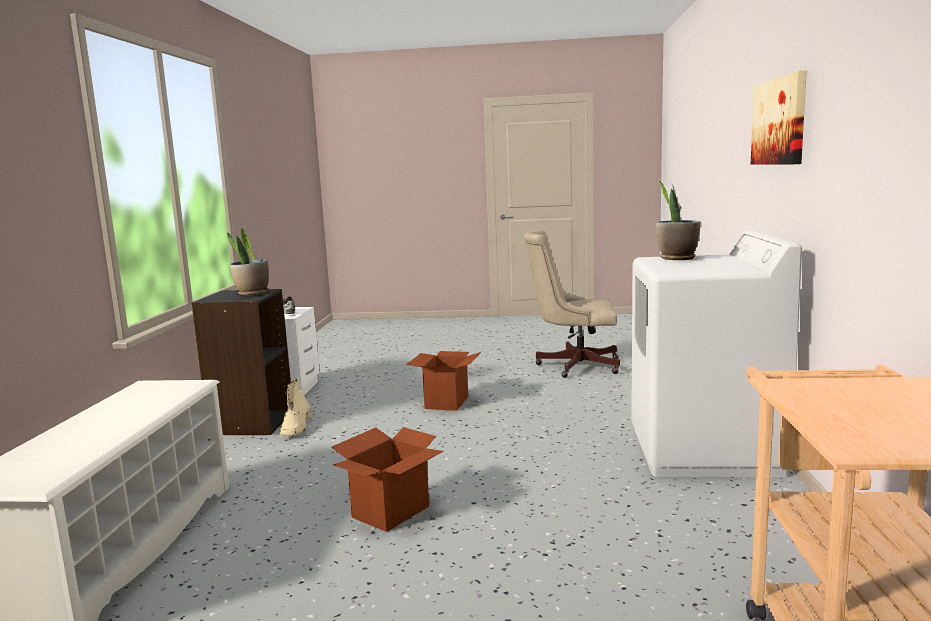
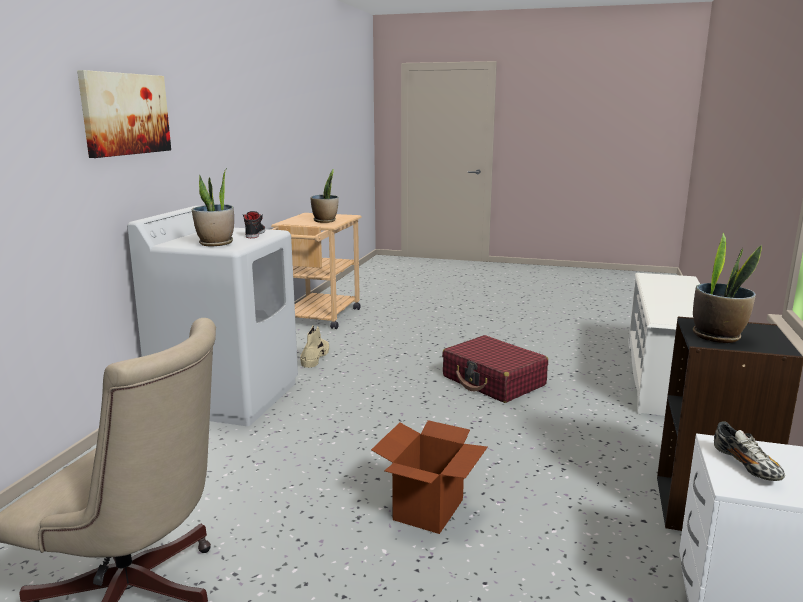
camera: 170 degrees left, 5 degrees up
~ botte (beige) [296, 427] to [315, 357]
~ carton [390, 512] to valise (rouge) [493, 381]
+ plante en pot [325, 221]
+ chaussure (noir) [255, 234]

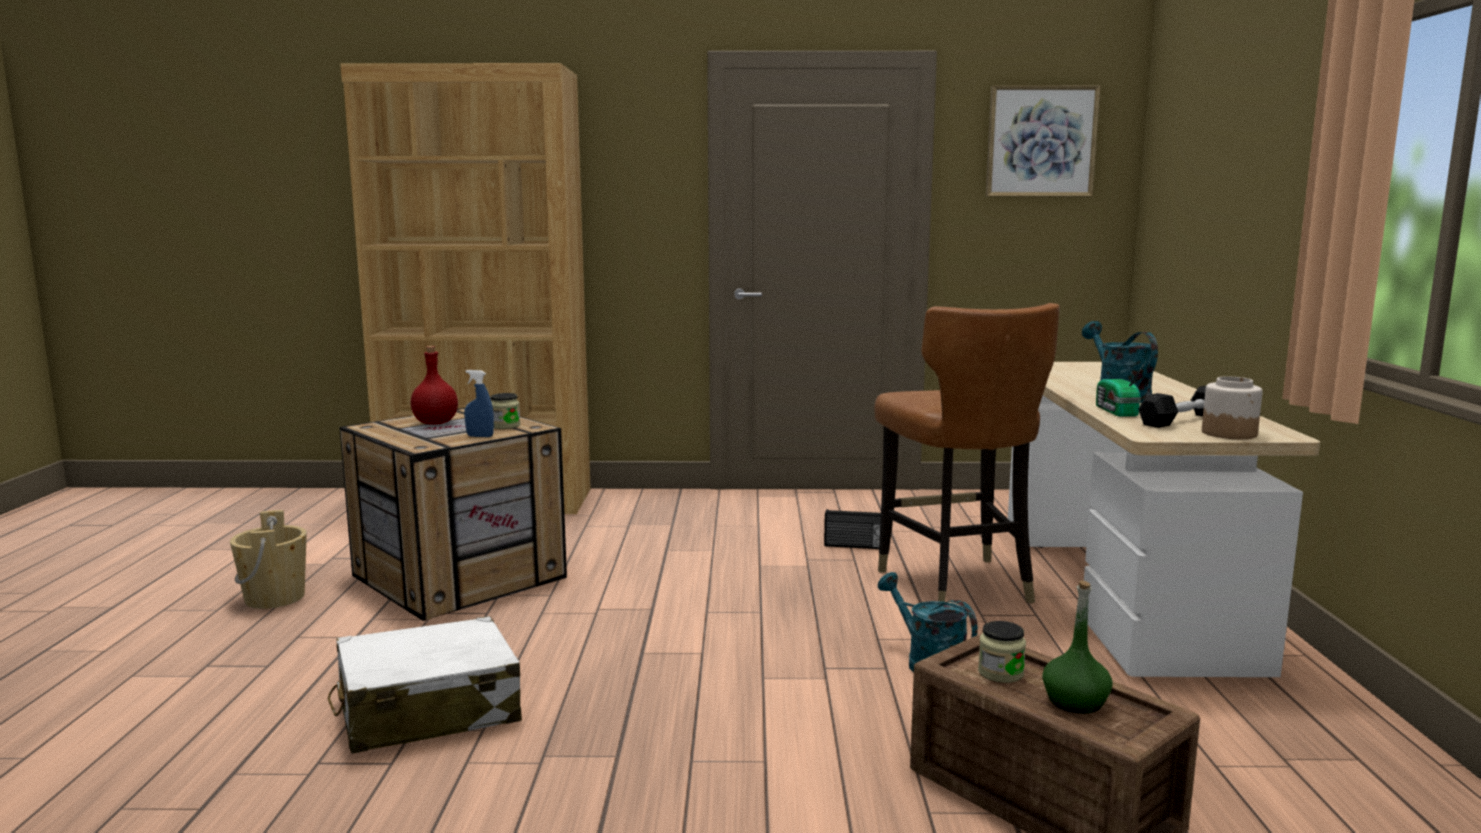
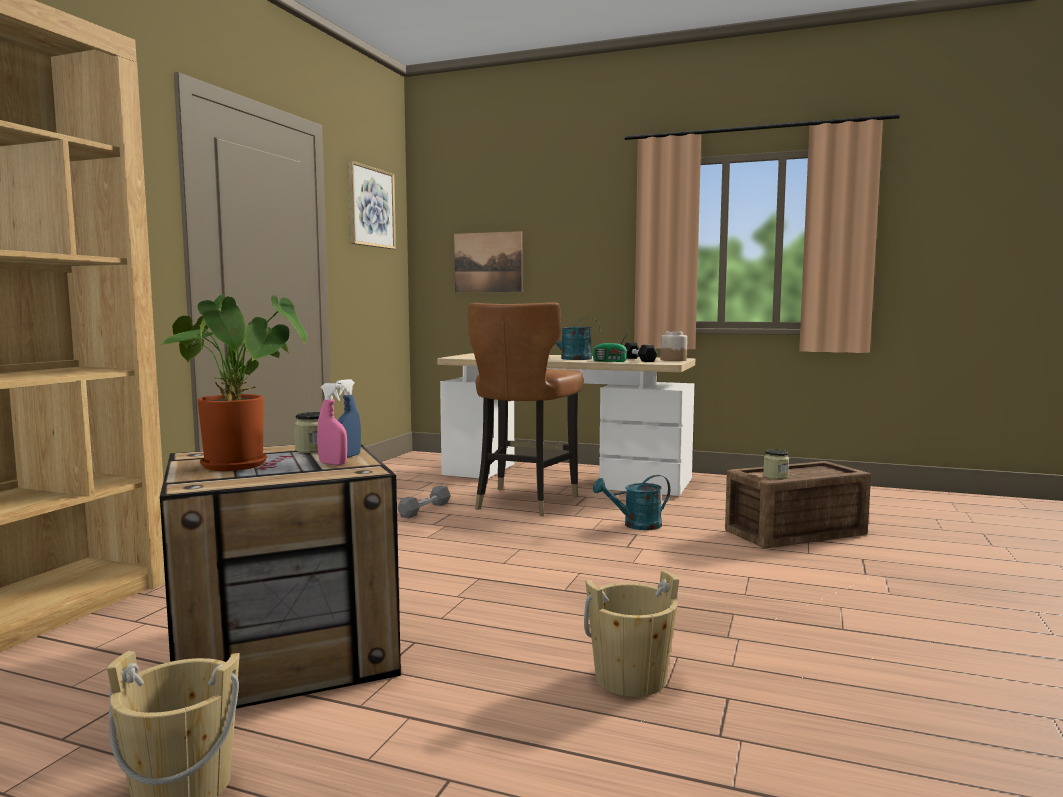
camera: 70 degrees left, 5 degrees down
~ chaise (marron) [956, 584] = [524, 501] 105 degrees clockwise
~ bouteille (rouge) [435, 423] to plante en pot [241, 466]
~ radio [855, 546] to haltère (gris) [425, 510]
- bouteille (vert) [1075, 702]
~ valise (blanc) [427, 711] to seau (beige) [630, 679]
+ tableau [488, 262]
+ vaporisateur (rose) [332, 464]

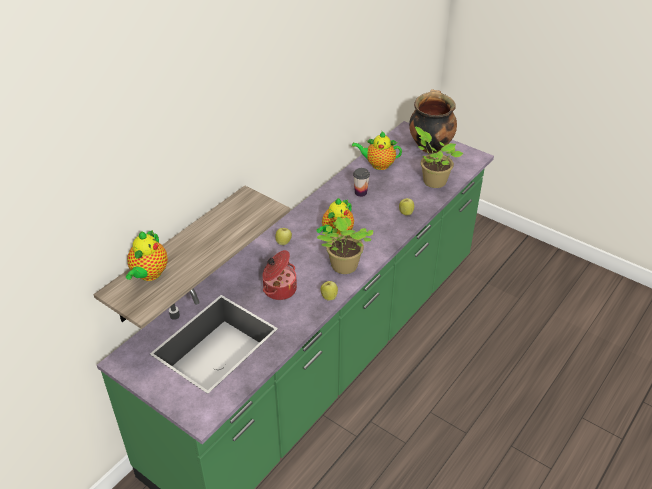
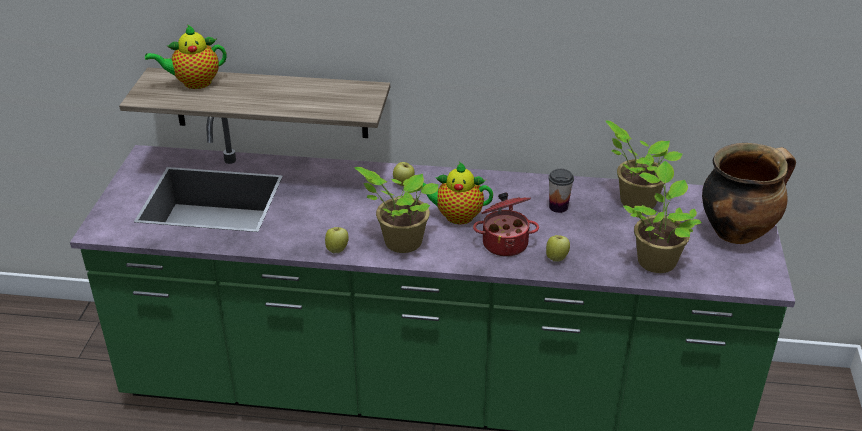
camera: 60 degrees right, 5 degrees down
~ théière [378, 165] to plante en pot [634, 201]
~ marmite [279, 289] to [505, 243]

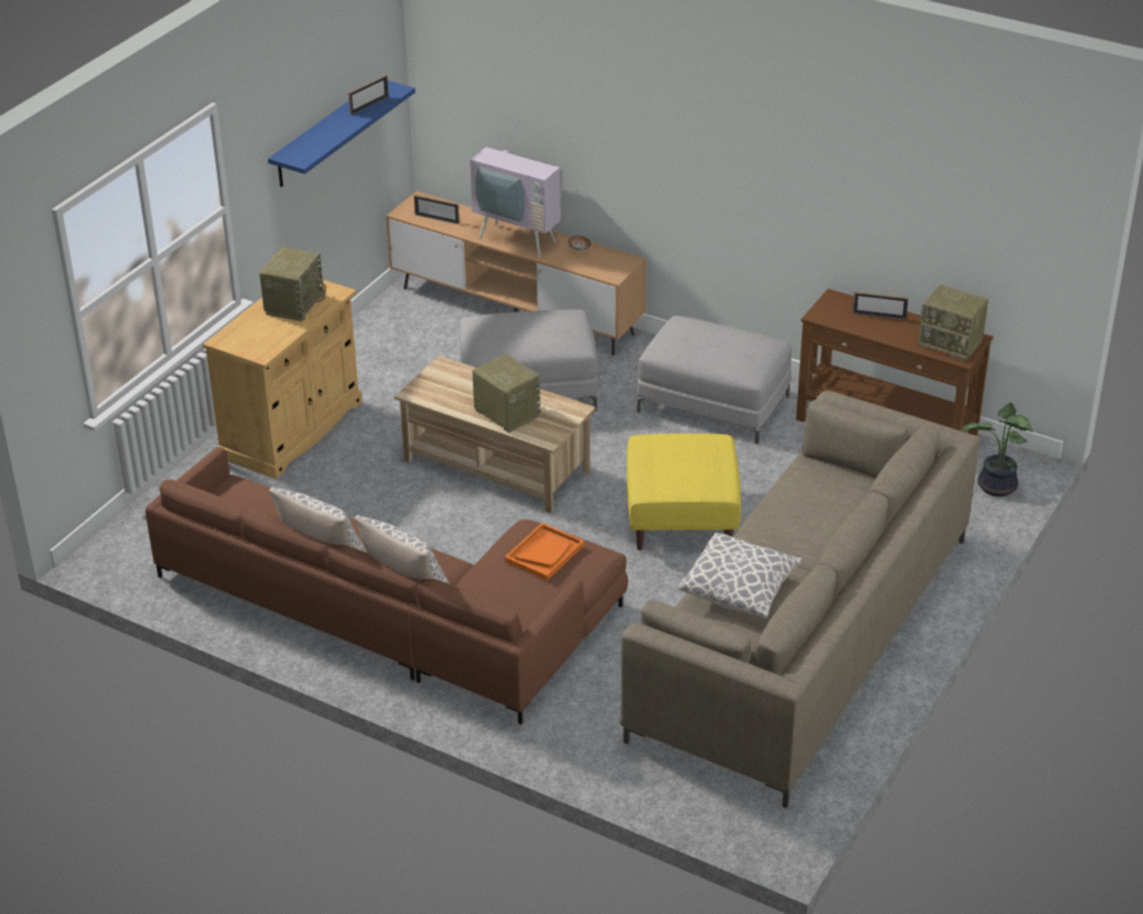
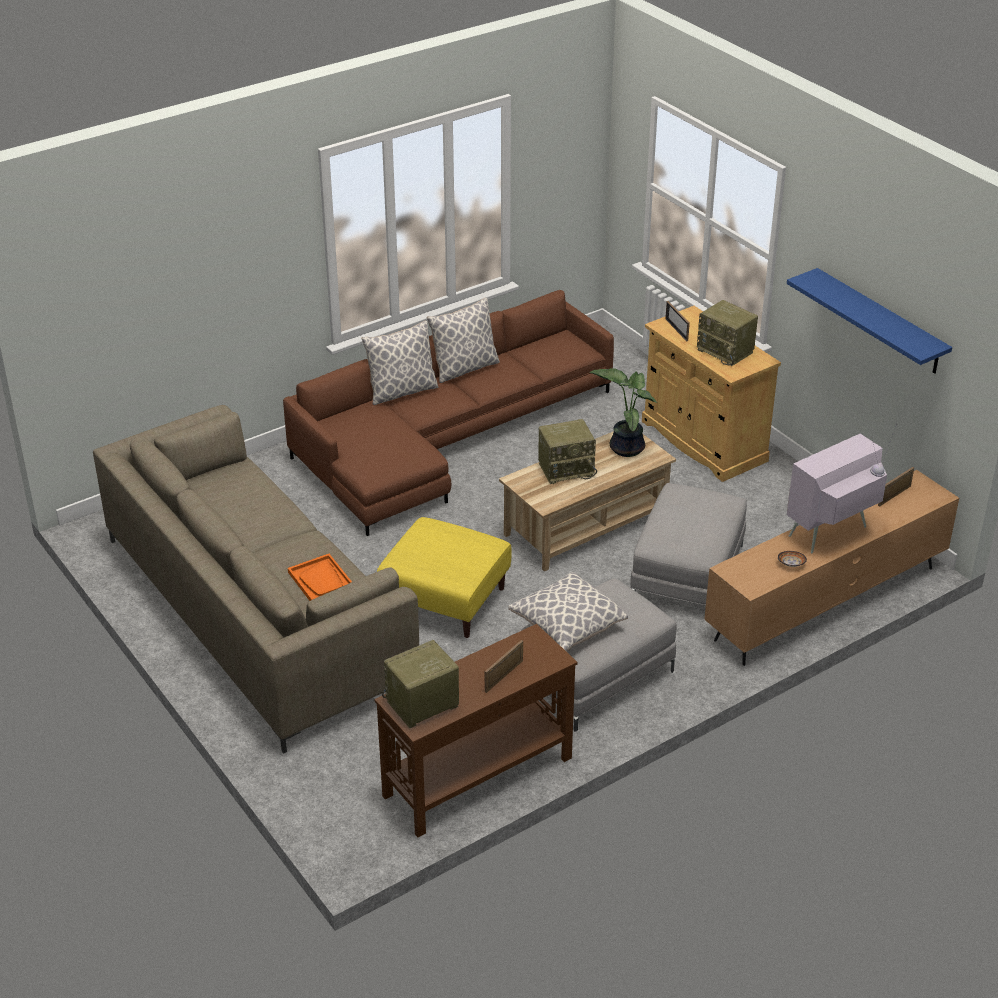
camera: 115 degrees right, 0 degrees up
~ cadre photo [369, 105] to [676, 330]
~ plante en pot [996, 488] to [625, 447]
~ plateau (orange) [544, 553] to [321, 581]
~ coussin [739, 589] to [567, 626]

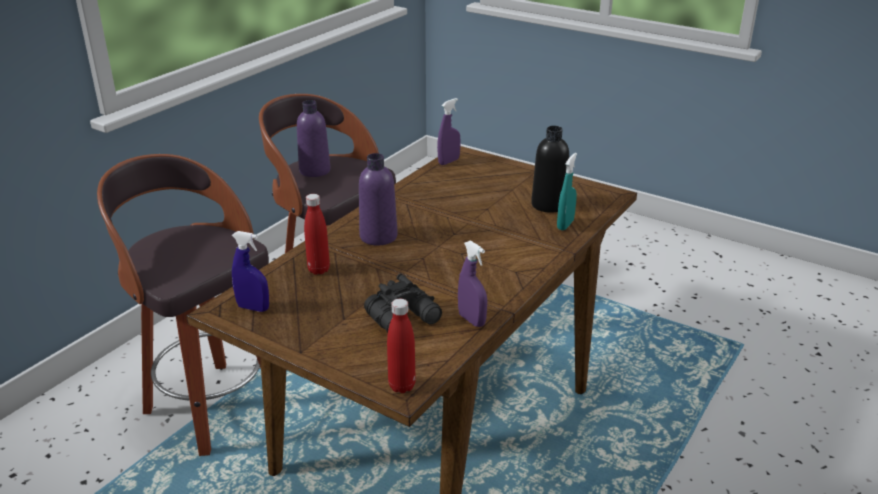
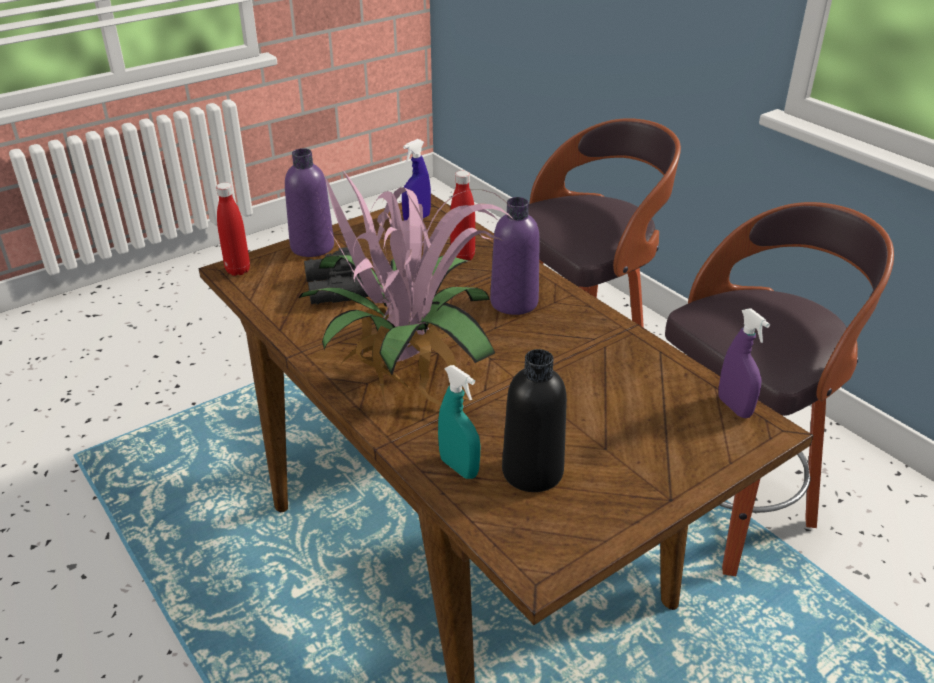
camera: 110 degrees right, 5 degrees up
~ bouteille (violet) [314, 171] to [312, 247]
- vaporisateur (violet) [471, 320]
+ plante en pot [407, 377]

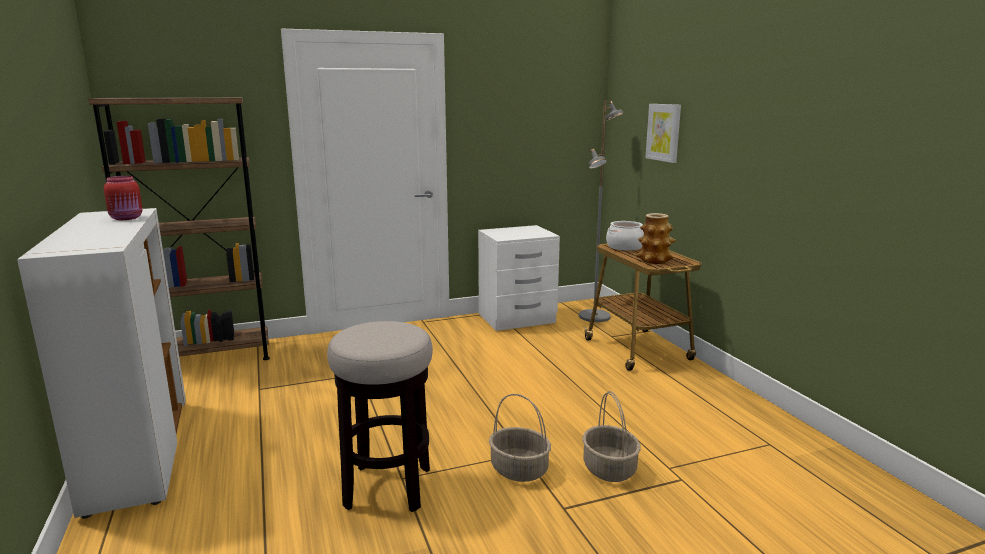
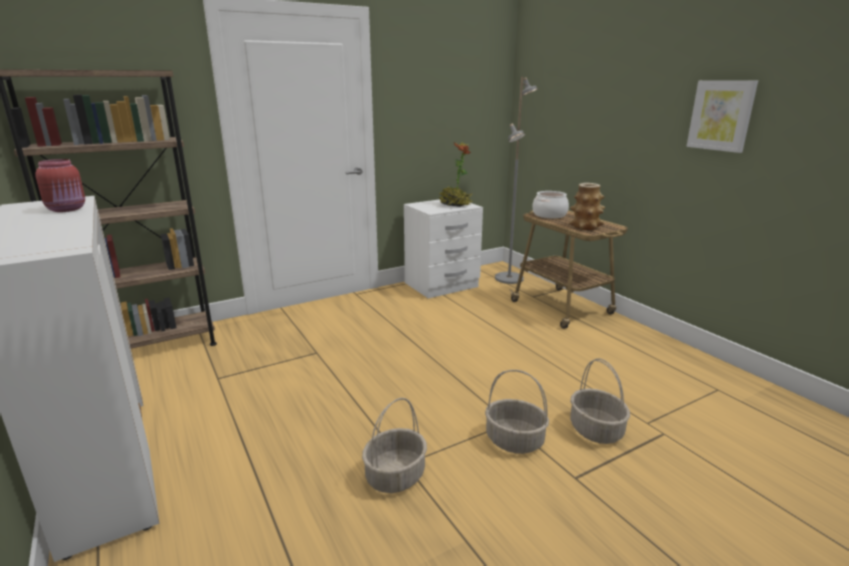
camera: 10 degrees left, 5 degrees up
~ tableau [664, 132] to [721, 115]
~ tabouret [388, 488] to panier [395, 476]
+ plante en pot [455, 205]

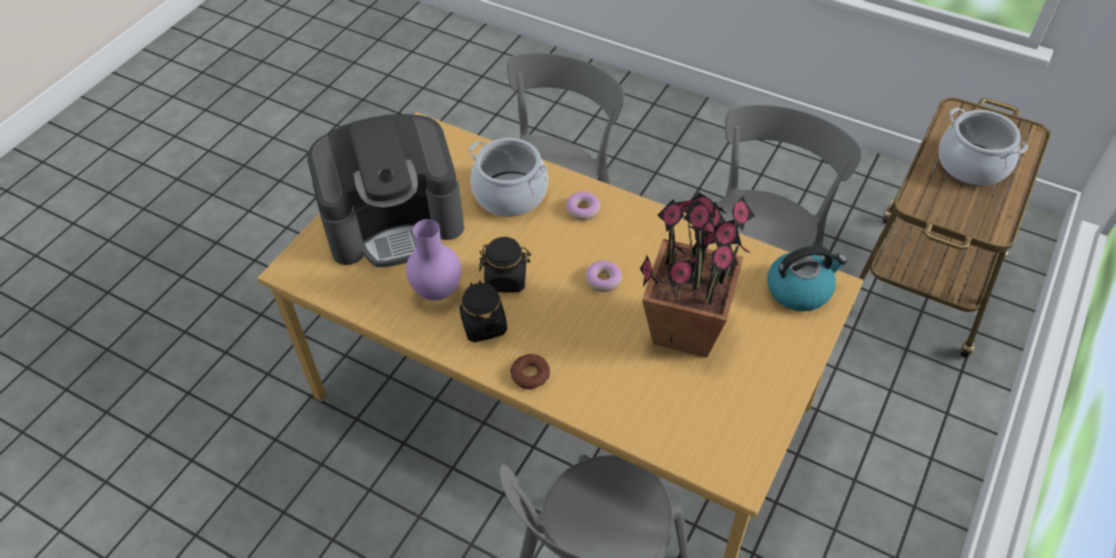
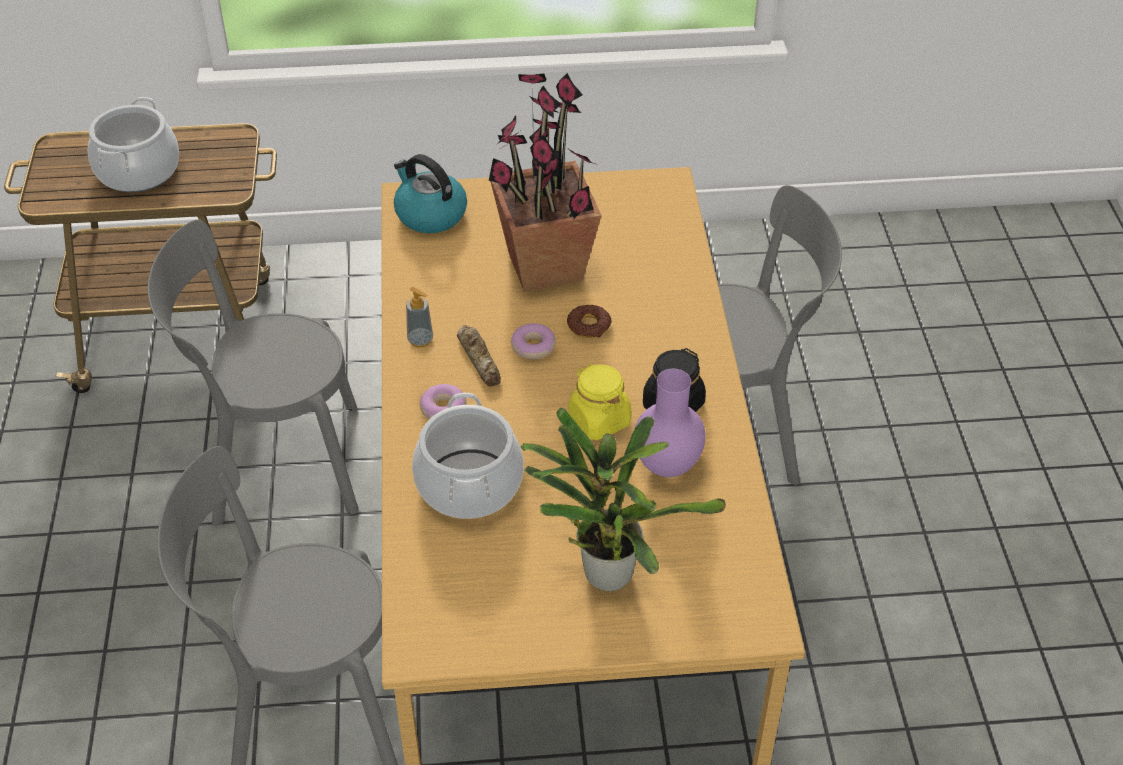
camera: 125 degrees left, 5 degrees down
~ machine à café [394, 222] to plante en pot [604, 569]
~ bocal (noir) [506, 279] to bocal (jaune) [599, 420]
~ beignet [530, 374] to [589, 326]
+ distributeur de savon [420, 340]
+ pain [480, 359]

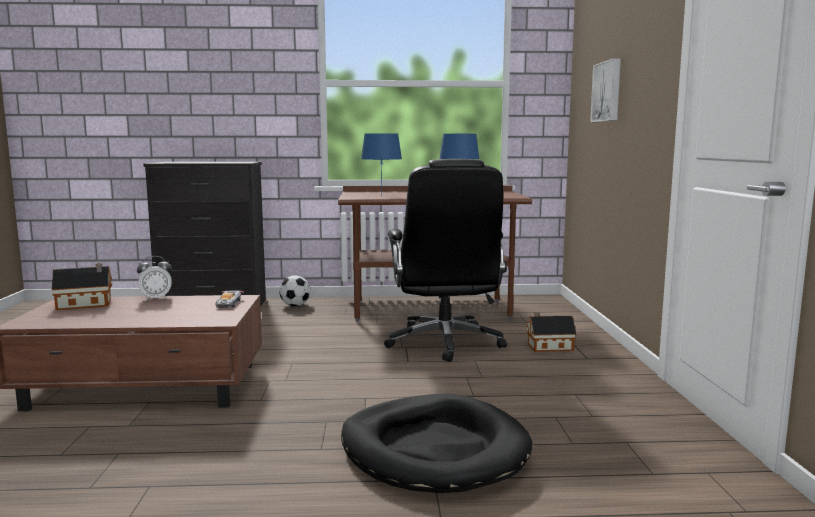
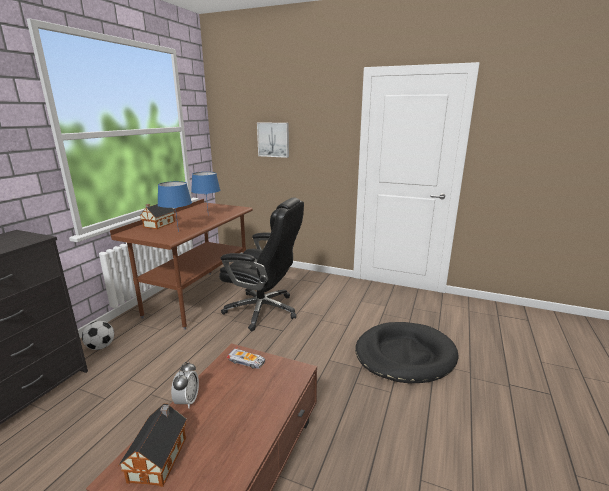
camera: 65 degrees left, 10 degrees up
~ maison miniature [548, 346] to [158, 224]

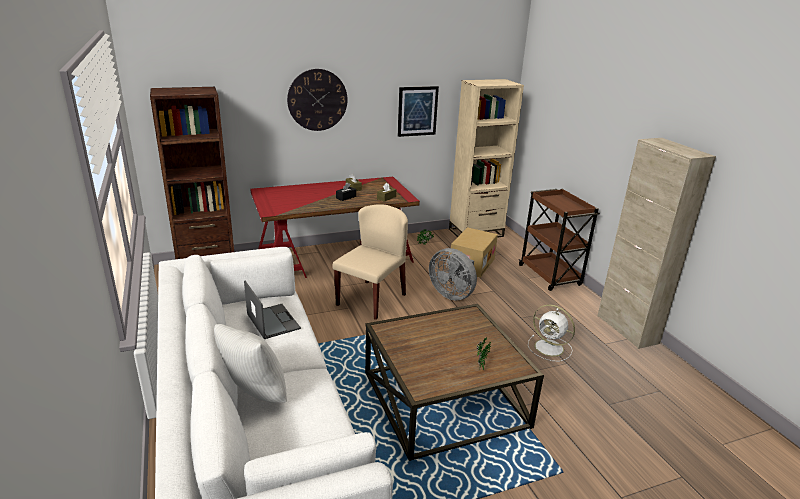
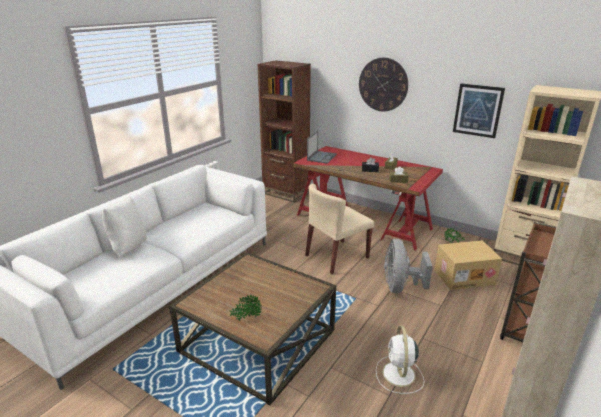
camera: 55 degrees right, 0 degrees up
~ chaise (beige) [371, 299] = [336, 256] 150 degrees clockwise
~ ordinateur portable [272, 321] to [322, 157]

